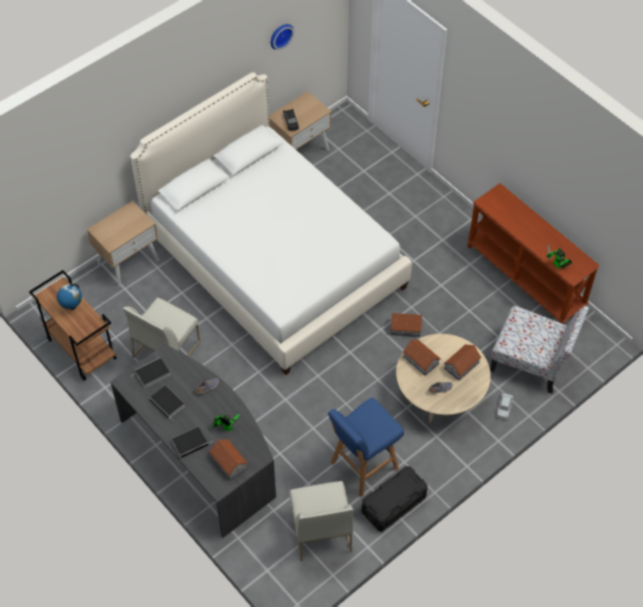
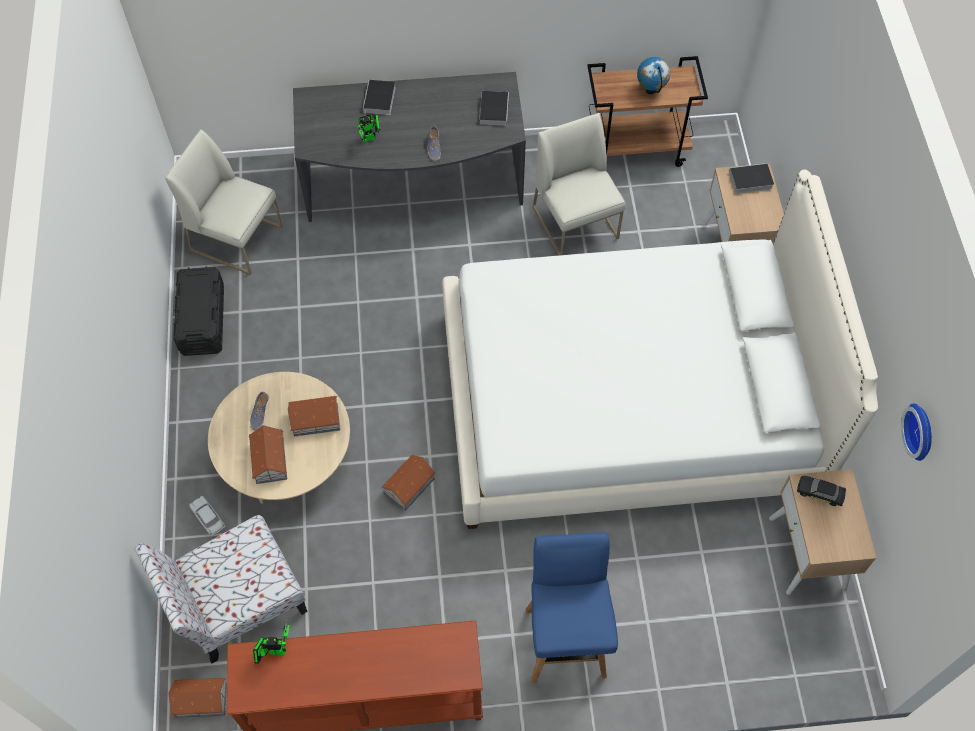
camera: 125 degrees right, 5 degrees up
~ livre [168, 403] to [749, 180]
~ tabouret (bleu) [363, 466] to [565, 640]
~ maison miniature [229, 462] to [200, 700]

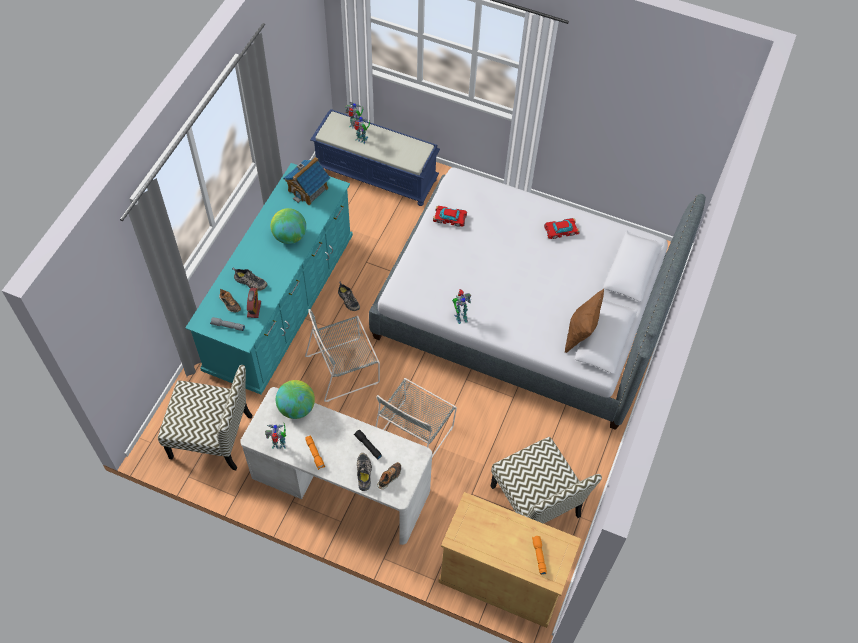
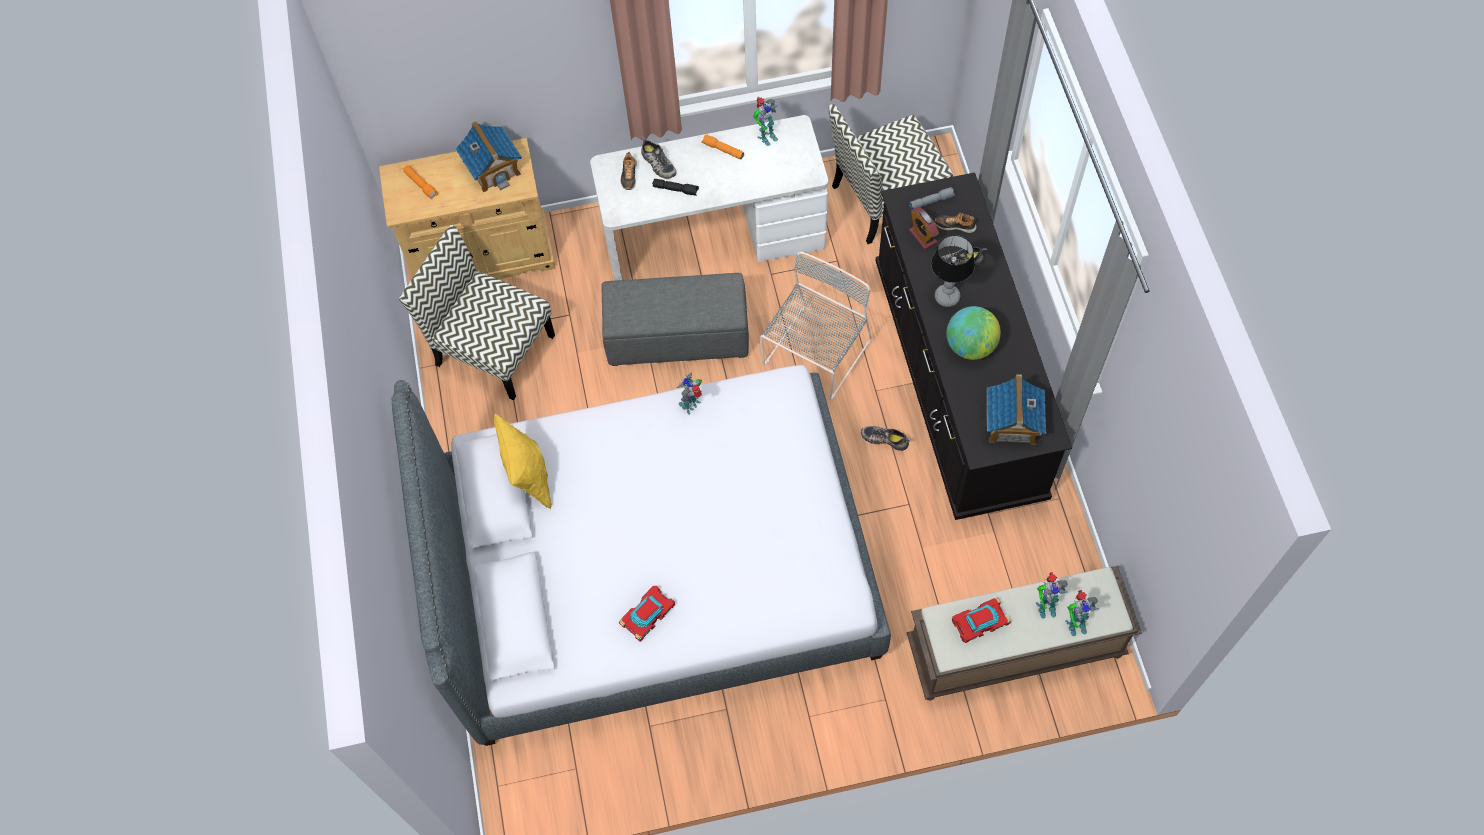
camera: 150 degrees right, 5 degrees up
~ banc (bleu) [377, 174] to banc (marron) [1014, 649]
~ commode (turquoise) [281, 304] to commode (noir) [957, 380]
~ petite voiture [449, 218] to [980, 621]
~ coussin (marron) [580, 334] to coussin (jaune) [529, 477]
~ chaise (gris) [414, 433] to pouf (gris) [678, 337]
- globe [296, 408]
+ maison miniature [493, 168]
+ lampe de table [947, 297]

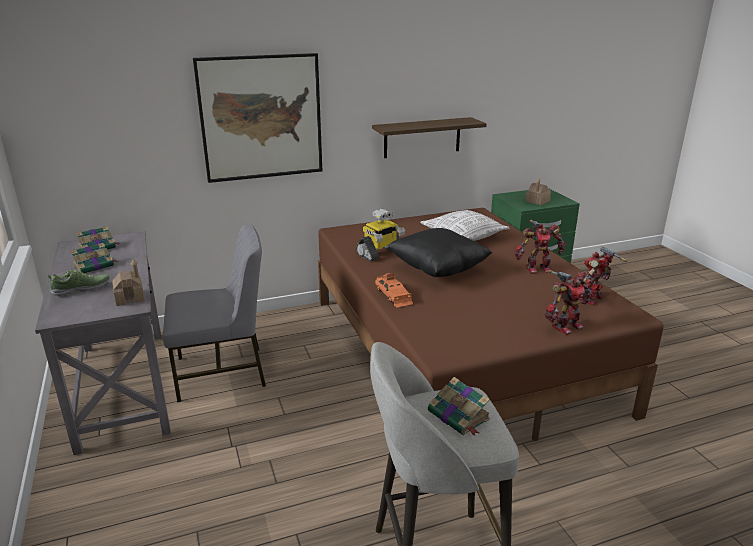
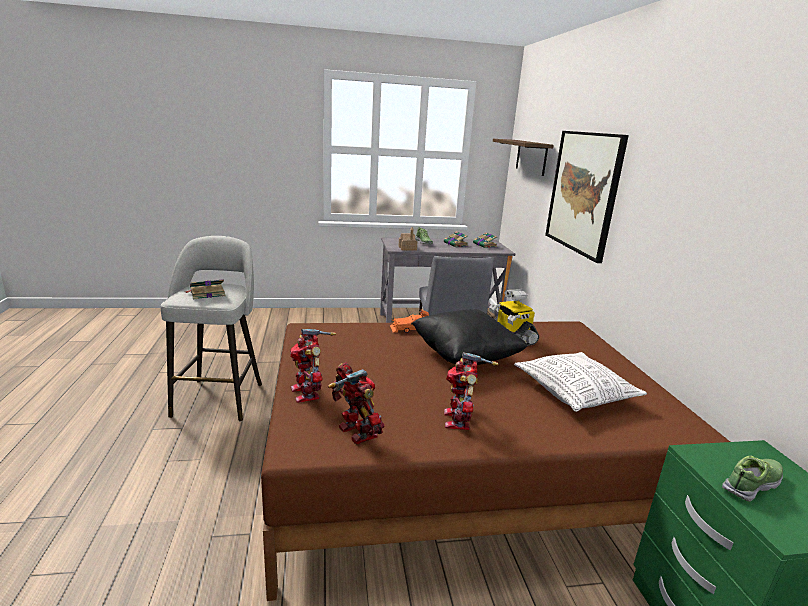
camera: 100 degrees right, 5 degrees down
~ étagère [422, 137] to [531, 157]
~ maison miniature [537, 201] to chaussure [752, 484]

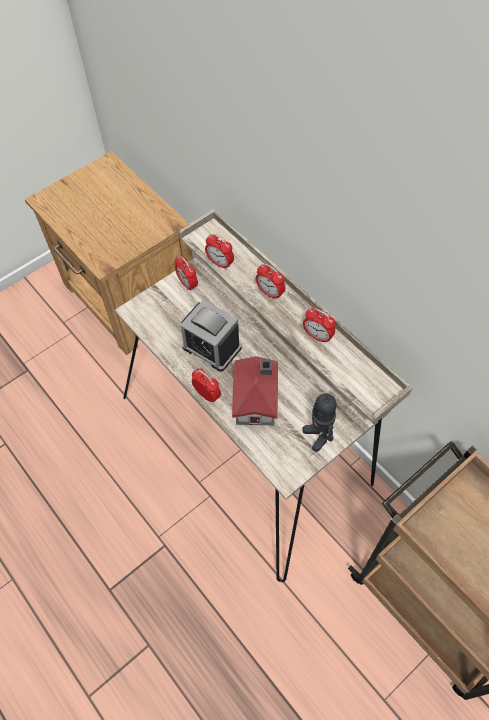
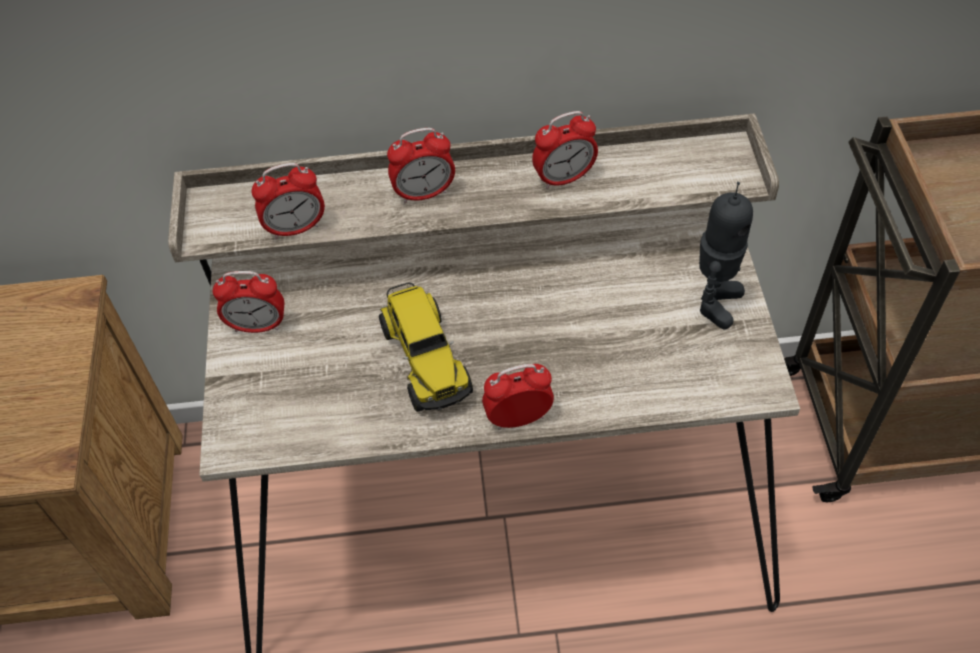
camera: 55 degrees left, 5 degrees down
~ réveil [212, 347] to camion jouet [425, 359]
- maison miniature [257, 400]
~ robot jouet [318, 435] = [714, 302] 75 degrees counterclockwise

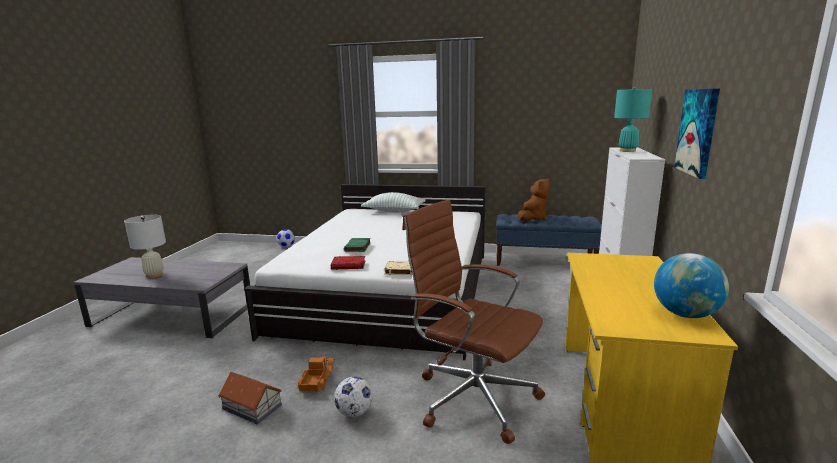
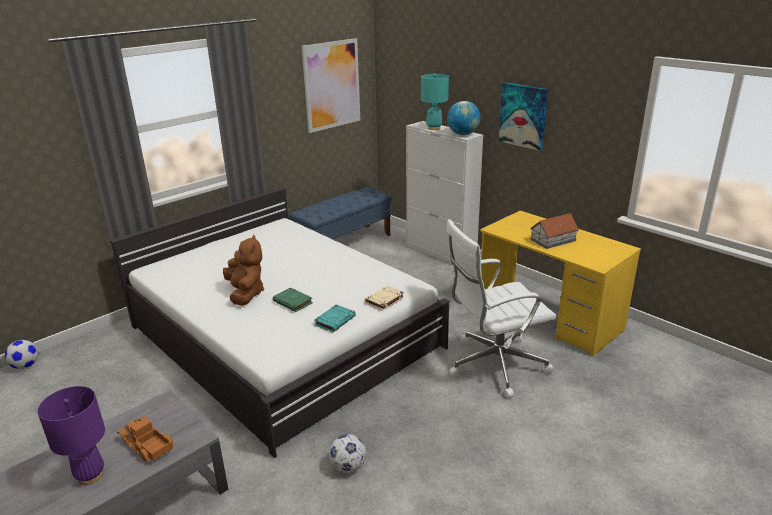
camera: 55 degrees left, 10 degrees up
~ peluche (marron) [533, 218] to [245, 294]
- coussin [394, 211]
~ chaise de bureau (marron) [473, 396] to chaise de bureau (blanc) [494, 365]
~ lampe de table (blanc) [154, 275] to lampe de table (violet) [90, 475]
~ globe [685, 314] to [463, 134]
~ livre (rouge) [349, 265] to livre (turquoise) [335, 320]
~ camion jouet [316, 379] to [146, 444]
~ maison miniature [252, 407] to [553, 240]
~ ballon de foot [354, 412] to [348, 467]
+ tableau [332, 85]

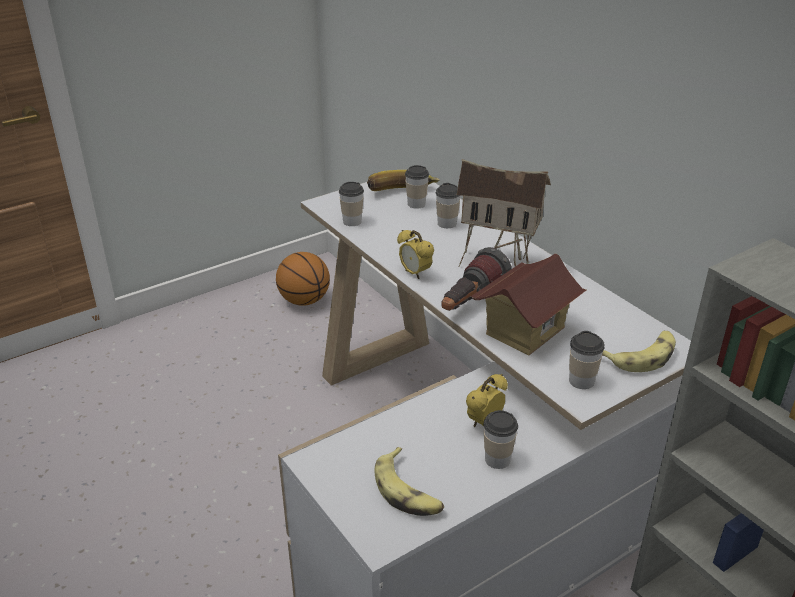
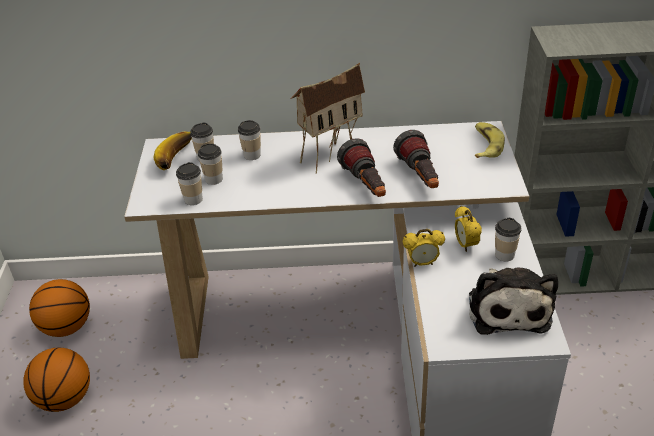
camera: 55 degrees left, 5 degrees up
~ réveil [415, 273] to [422, 263]
~ maison miniature [524, 331] to lampe de poche [420, 177]
~ tasse [581, 381] to [214, 179]
~ banane [408, 491] to peluche [508, 308]
+ ballon de basket [65, 399]

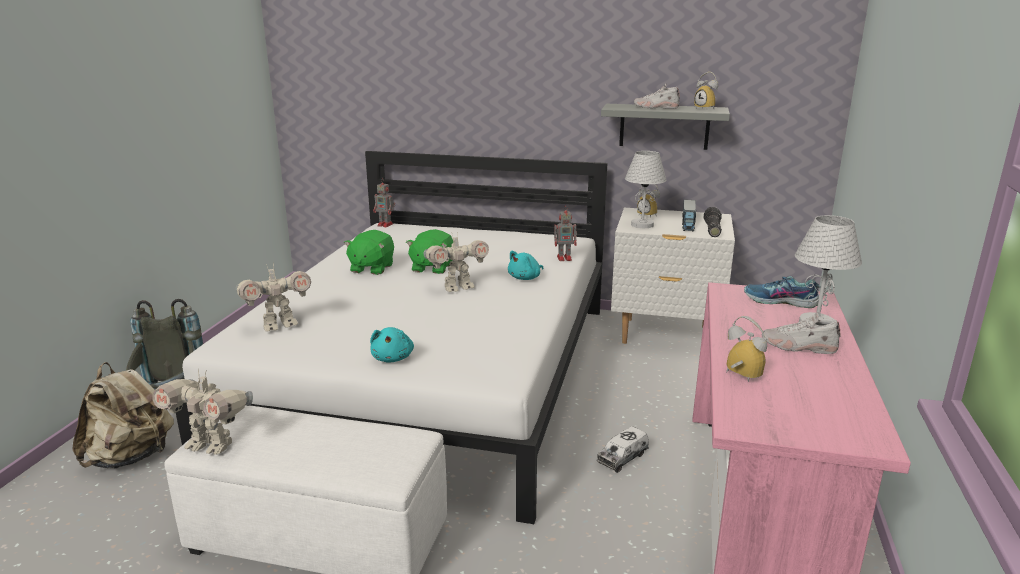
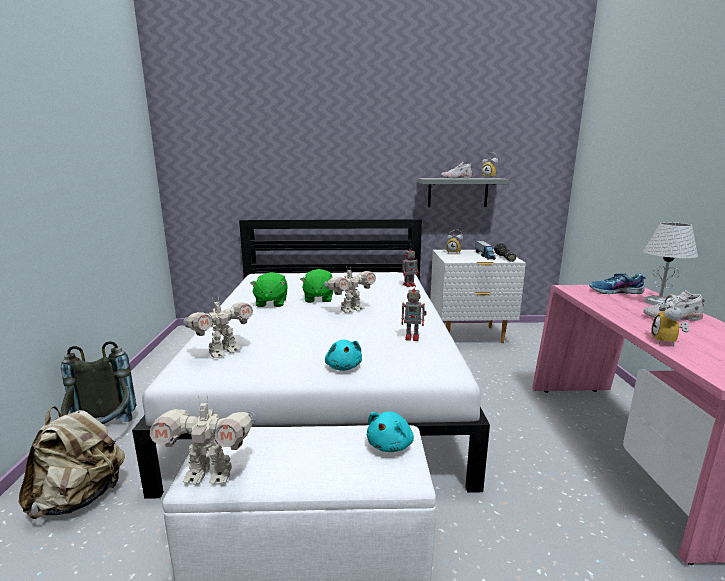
camera: 15 degrees left, 5 degrees down
- lampe de table (blanc) [642, 225]
~ robot jouet [386, 225] to [413, 337]
~ peluche (turquoise) [525, 278] to [391, 445]
~ réveil [739, 377] = [668, 342] 105 degrees counterclockwise
- camion jouet [622, 457]

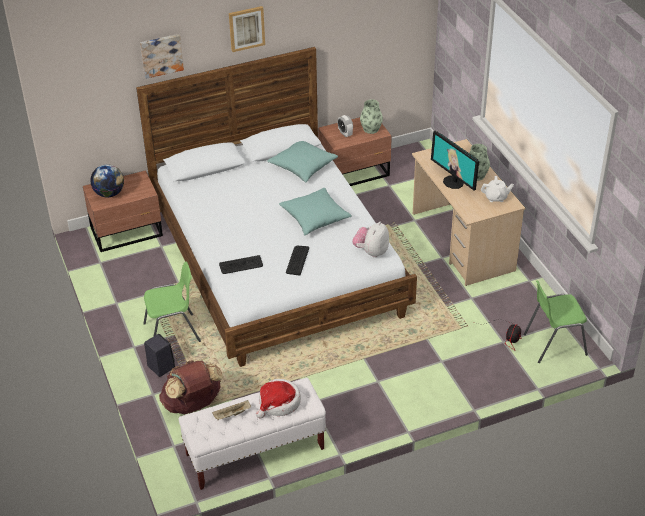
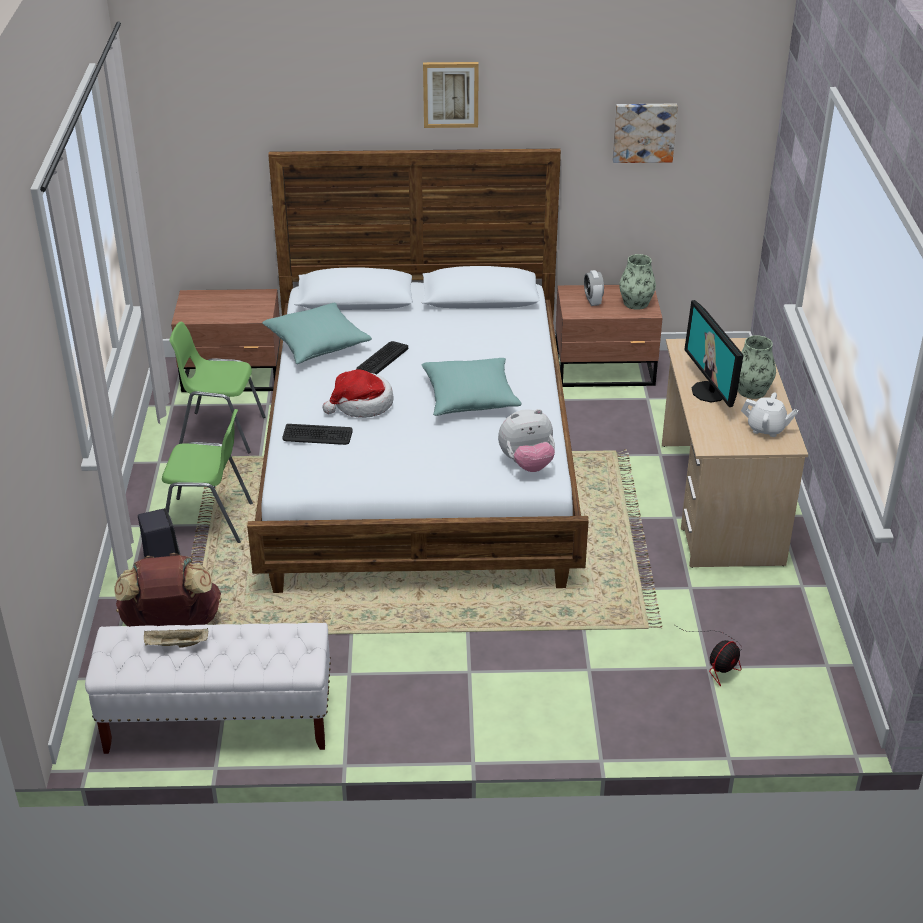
camera: 20 degrees right, 5 degrees down
~ tableau [161, 55] to [644, 131]
~ coussin (turquoise) [302, 166] to [317, 344]
- globe [109, 194]
~ peluche [371, 252] = [527, 464] 150 degrees counterclockwise
~ clavier [297, 260] to [382, 359]
~ chaise (vert) [554, 344] to [221, 431]
~ chapeau [278, 403] to [362, 404]

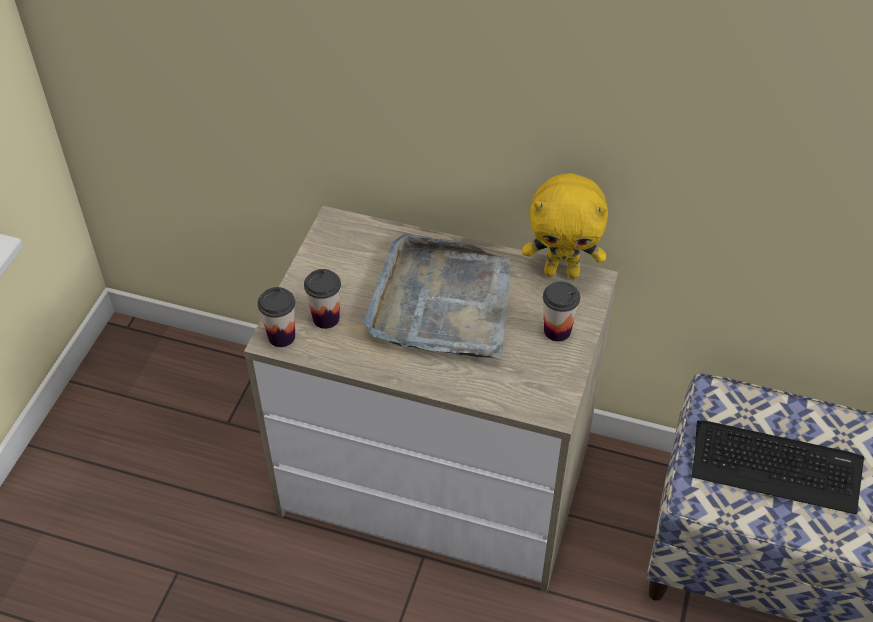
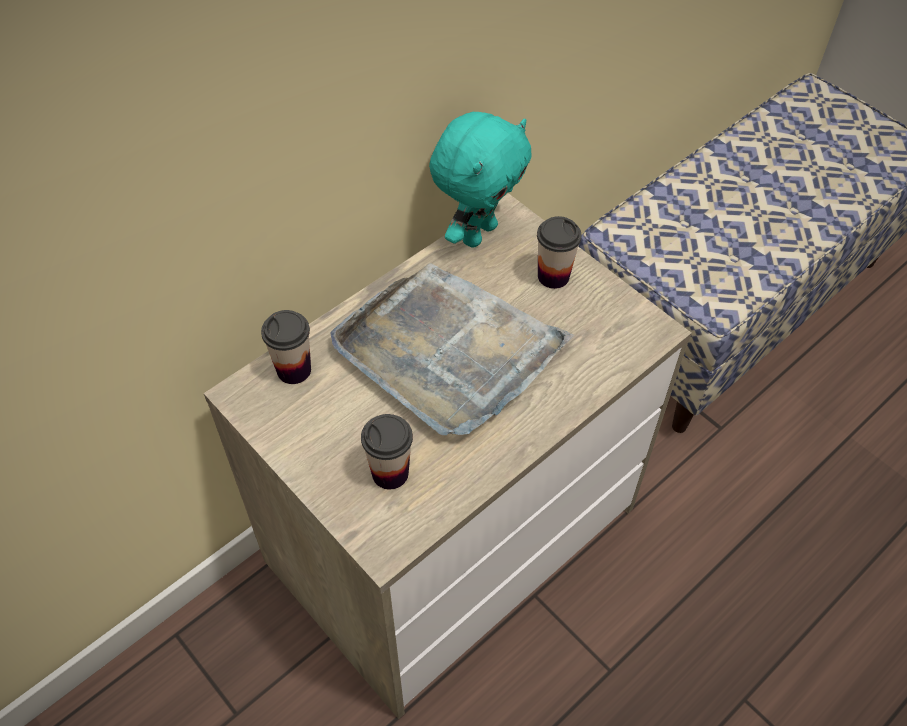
camera: 60 degrees left, 5 degrees up
~ peluche (jaune) [562, 272] to peluche (turquoise) [477, 233]
~ tasse [281, 336] to [294, 370]
- clavier [776, 467]

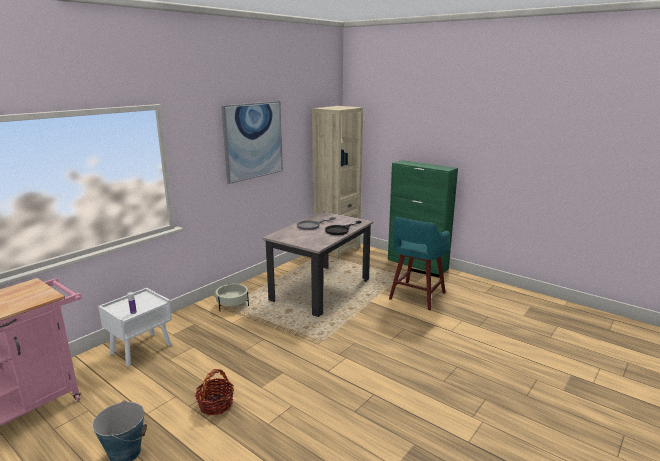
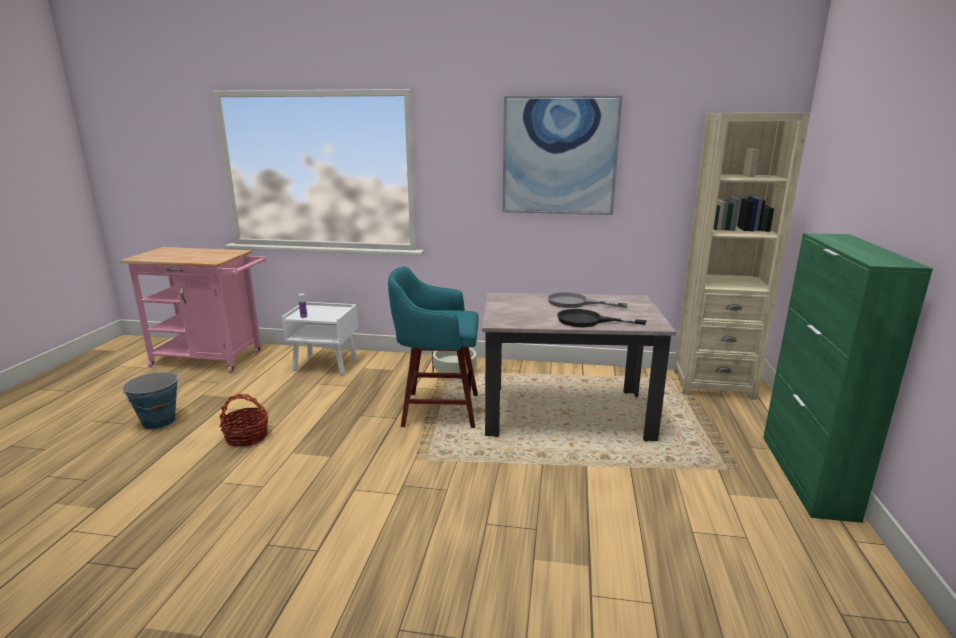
camera: 60 degrees right, 0 degrees up
~ tabouret (turquoise) [416, 296] to [437, 409]

